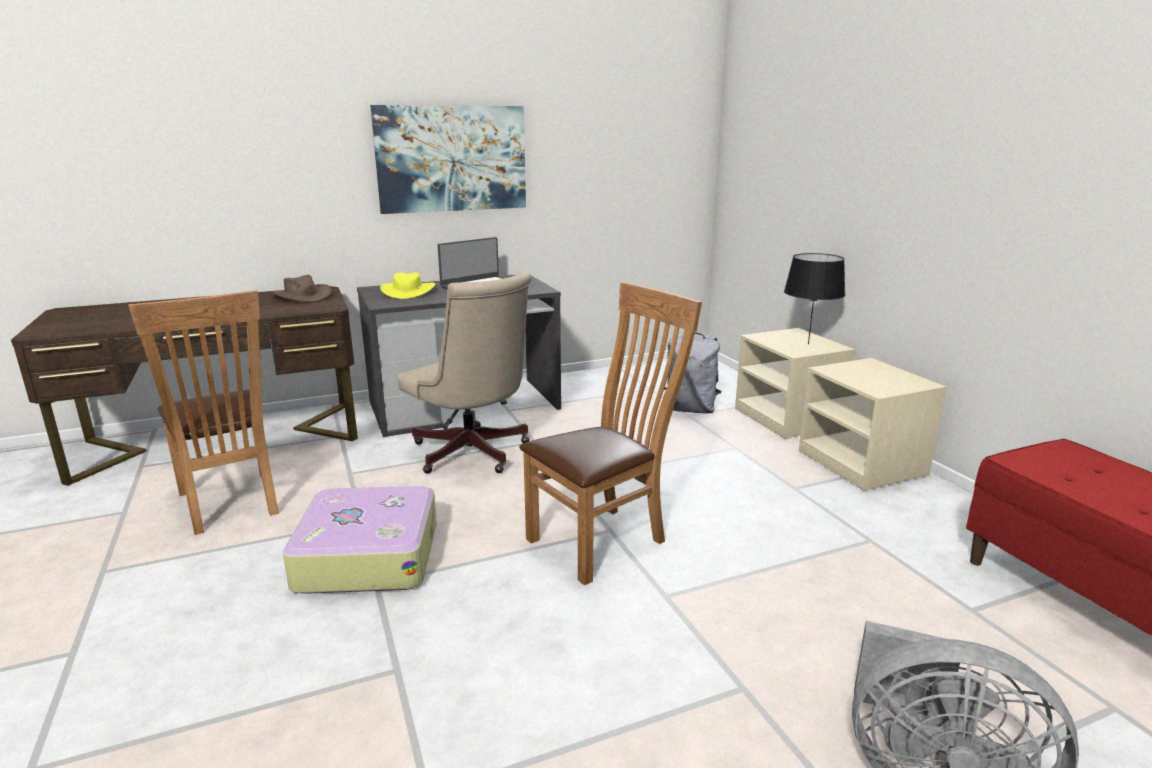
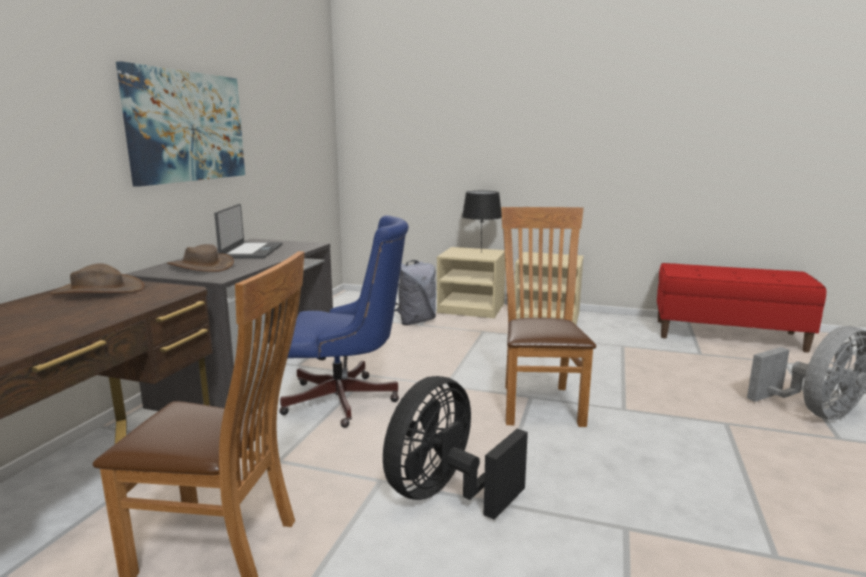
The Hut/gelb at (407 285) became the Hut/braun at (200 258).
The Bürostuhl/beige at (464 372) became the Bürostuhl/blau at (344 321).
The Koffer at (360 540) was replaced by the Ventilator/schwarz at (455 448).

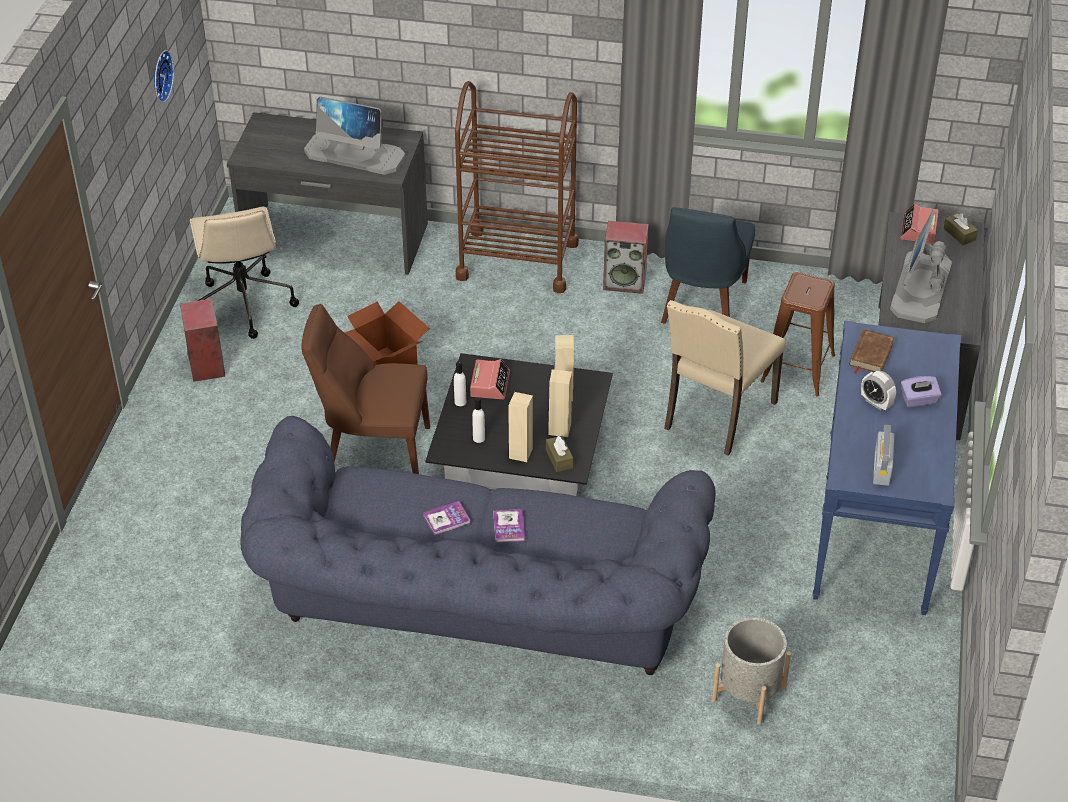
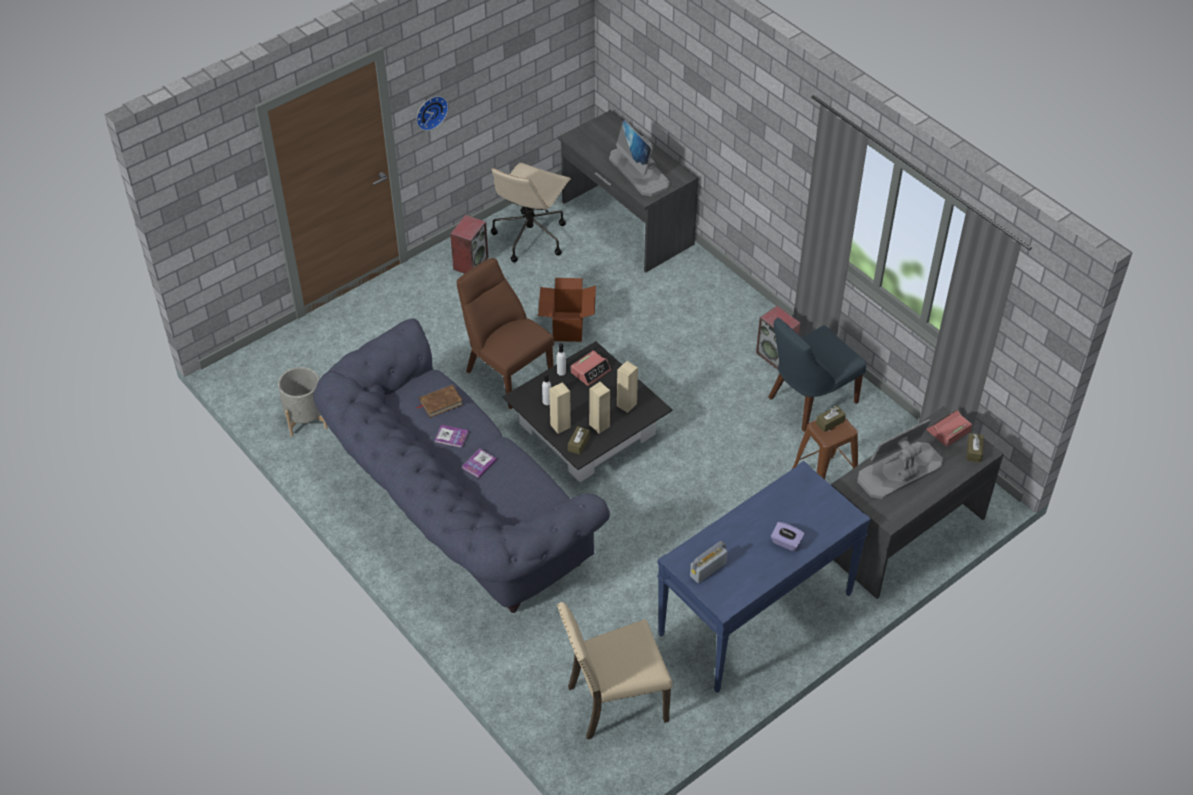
The Pflanzkübel/grau moved from (751 671) to (303 402).
The Wanduhr moved from (164 76) to (432 113).
The Buch/braun moved from (871 351) to (439 401).
The Stuhl/beige moved from (724 378) to (615 671).
The Taschentuchbox/braun at (831 419) appeared.
The Rollwagen/braun at (517 187) disappeared.
The Wecker at (878 390) disappeared.

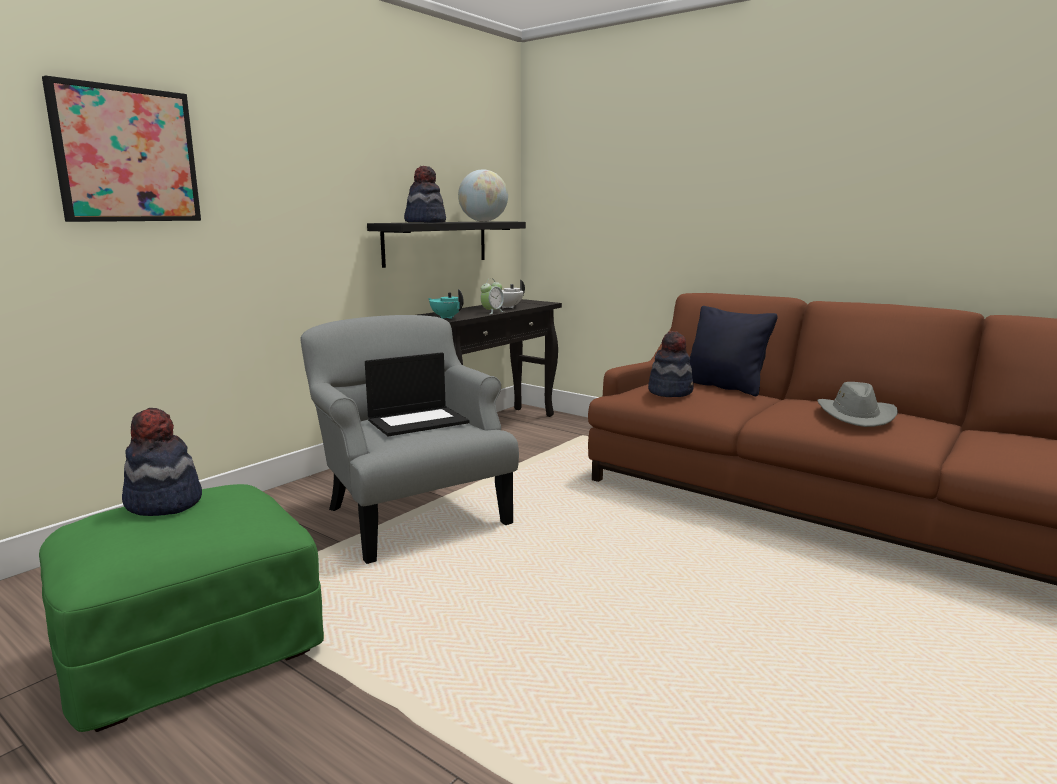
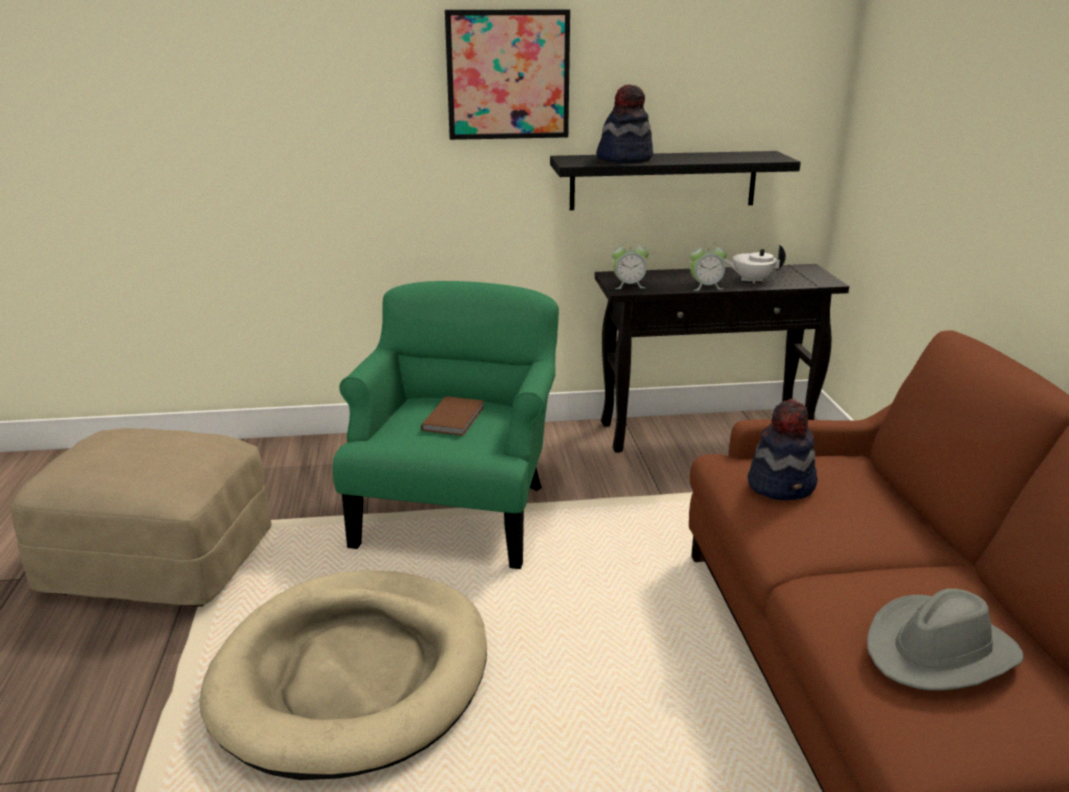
The Polsterhocker/grün at (181 608) became the Polsterhocker/beige at (141 517).
The Hundebett/beige at (343 675) appeared.
The Sessel/grau at (410 439) became the Sessel/grün at (445 425).
The Laptop at (417 394) was replaced by the Buch/braun at (452 416).
The Bild moved from (121 148) to (507 74).
The Teekanne/türkis at (446 304) was replaced by the Wecker at (630 264).
The Hut at (162 462) disappeared.
The Globus at (483 196) disappeared.
The Kissen/schwarz at (734 351) disappeared.

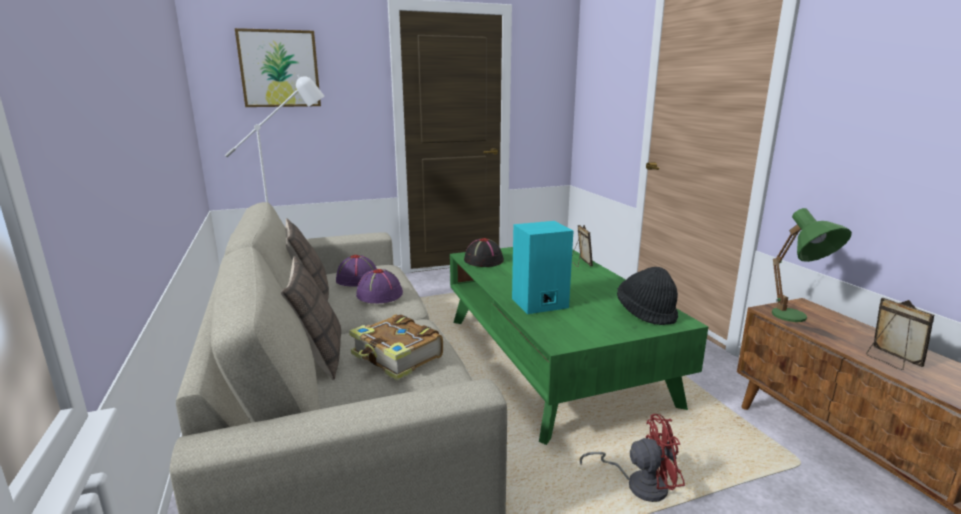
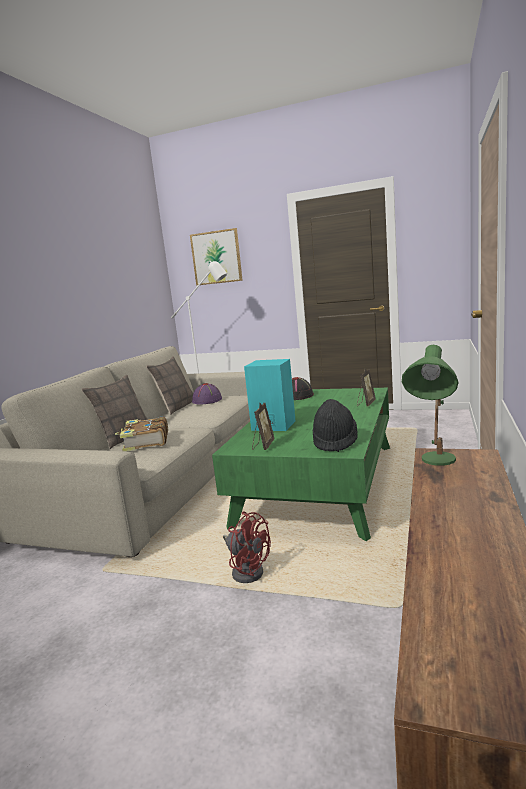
The Bilderrahmen moved from (900 334) to (263 426).
The Hut/lila at (379 286) disappeared.

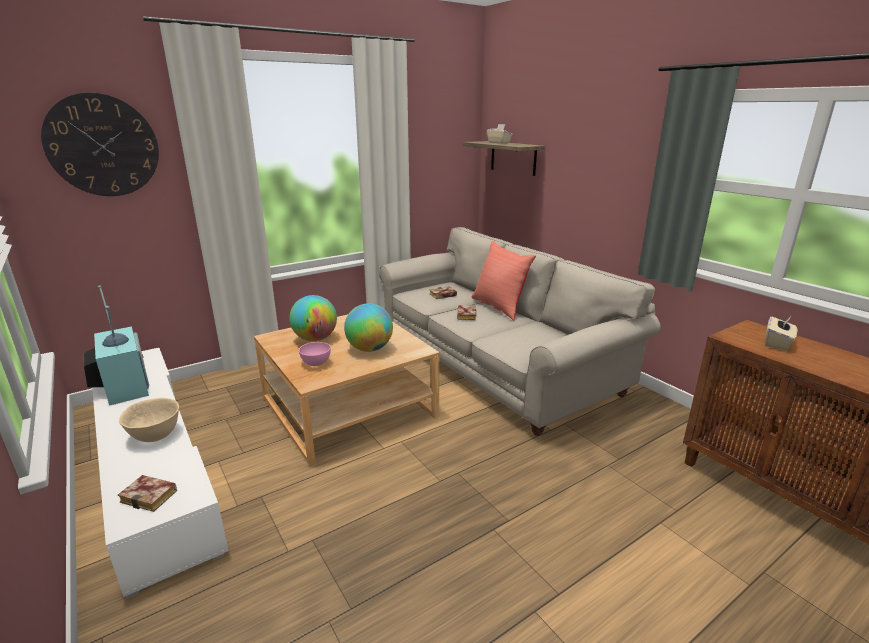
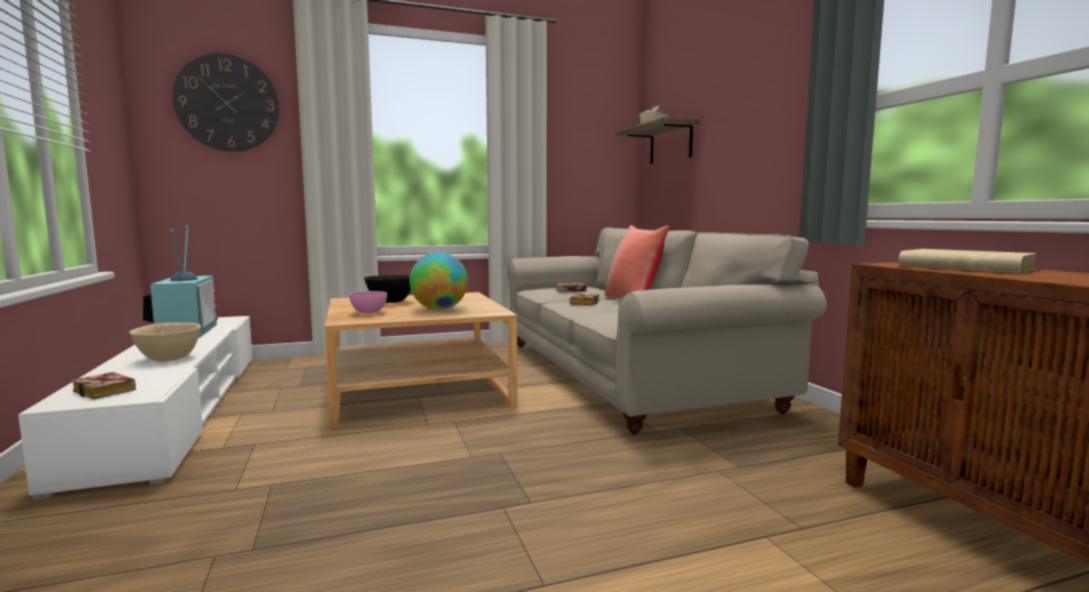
The Globus at (313 318) was replaced by the Schüssel/schwarz at (387 289).
The Taschentuchbox/beige at (781 333) was replaced by the Buch/beige at (968 261).

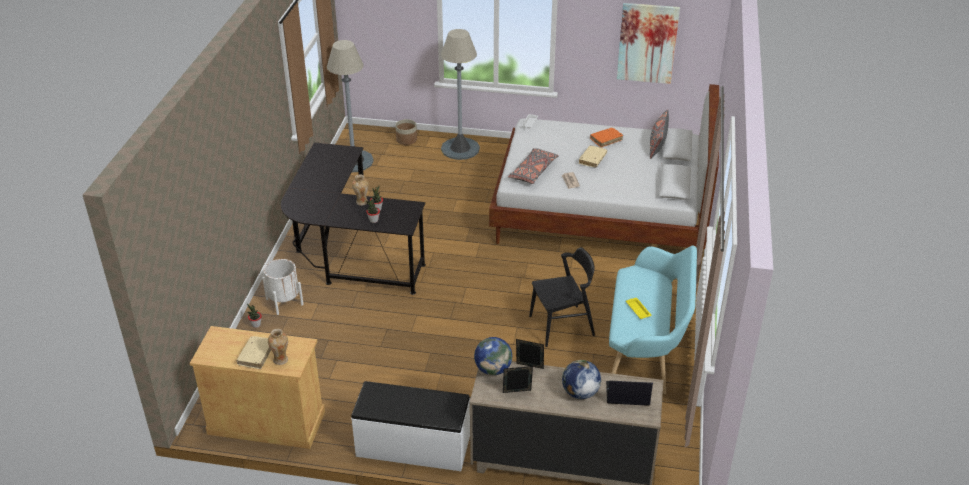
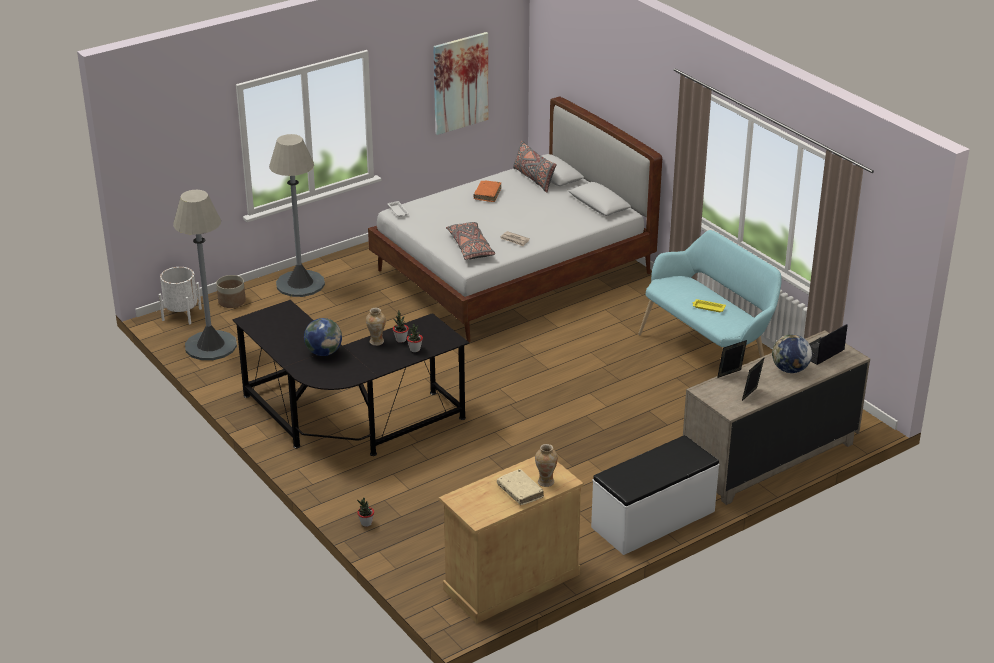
The Pflanzkübel/weiß moved from (283 287) to (180 295).
The Globus moved from (493 356) to (323 337).
The Stuhl/schwarz at (562 297) disappeared.
The Buch/beige at (593 156) disappeared.

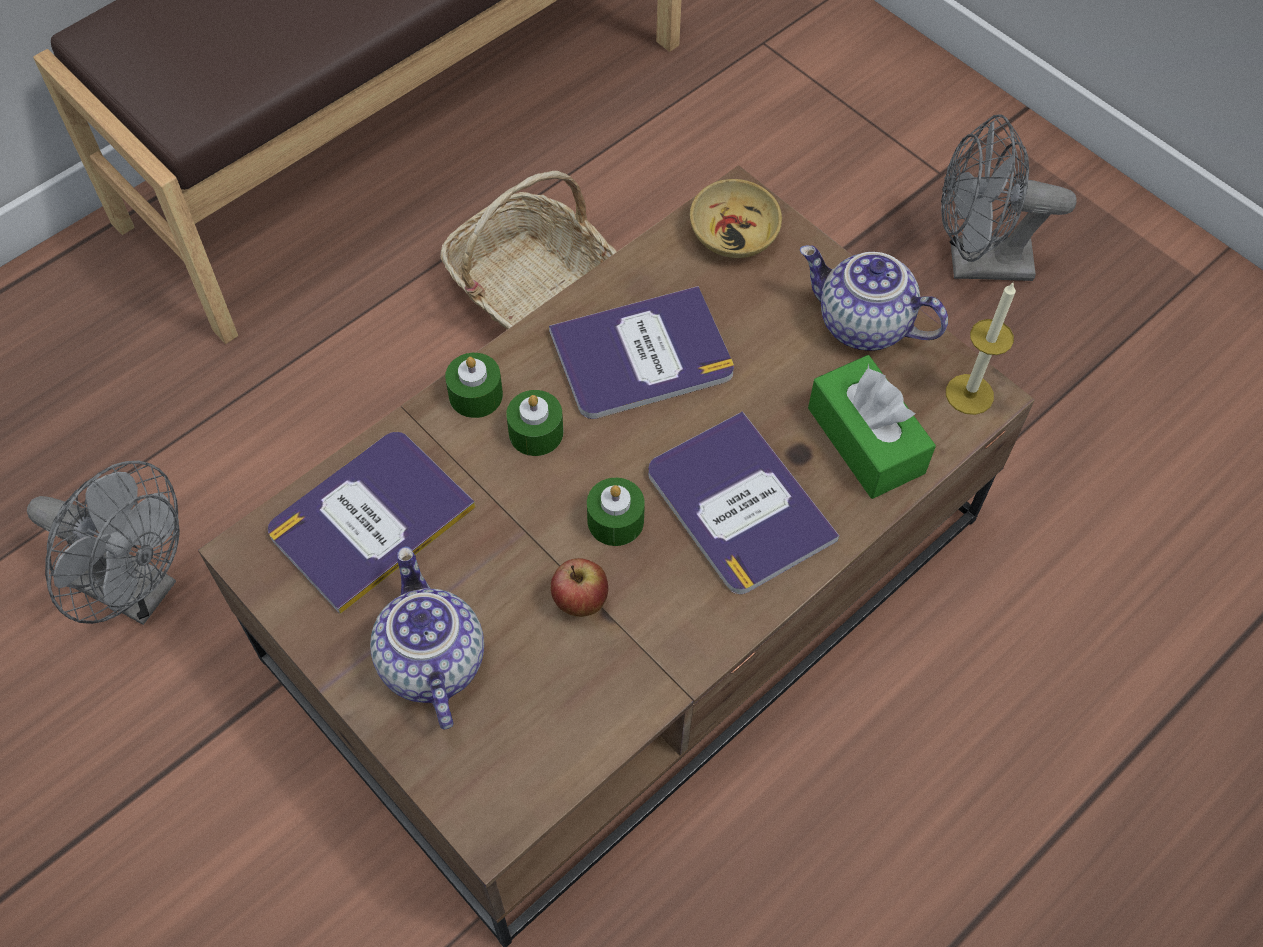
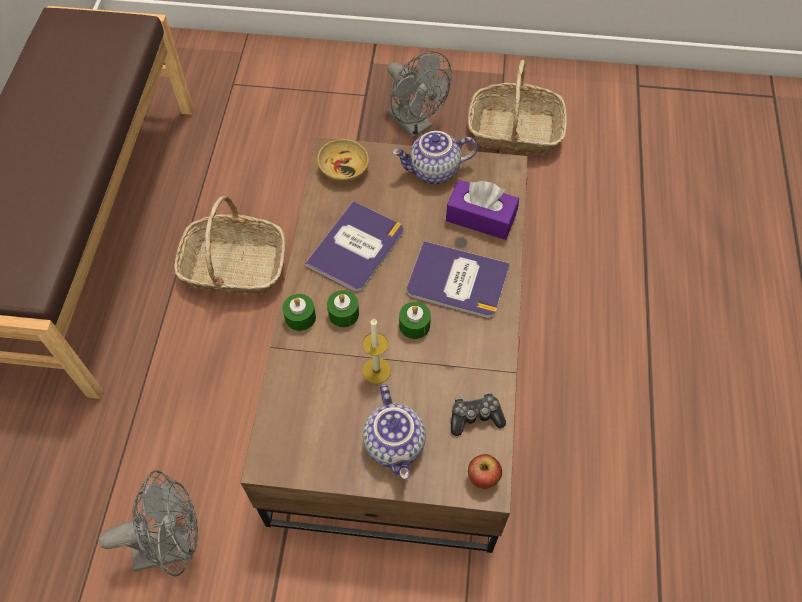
The Kerze moved from (981 348) to (376 351).
The Teekanne at (427 638) turned 135 degrees counterclockwise.
The Ventilator/grau at (1009 197) turned 90 degrees counterclockwise.
The Taschentuchbox/grün at (872 427) became the Taschentuchbox/lila at (482 210).
The Gamepad at (478 414) appeared.
The Korb at (517 107) appeared.
The Apfel moved from (579 587) to (485 471).
The Buch at (372 523) disappeared.

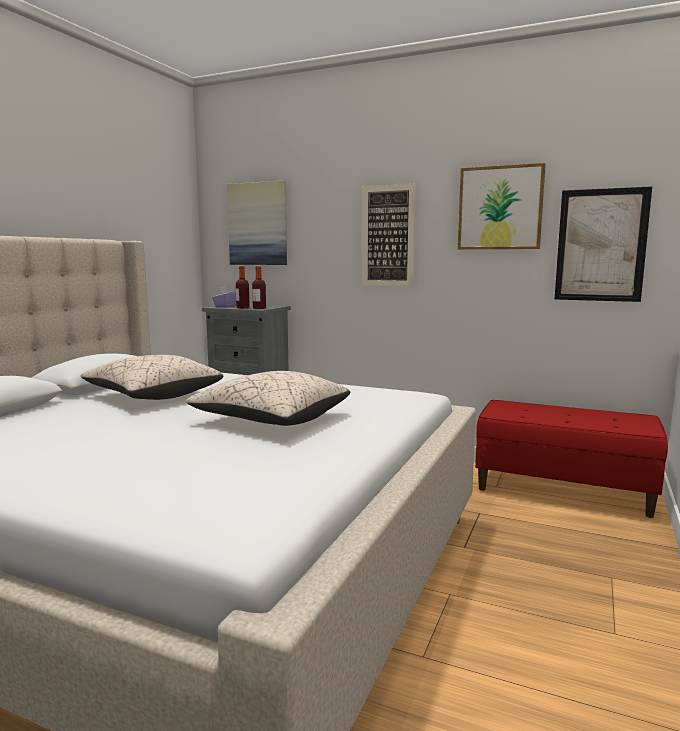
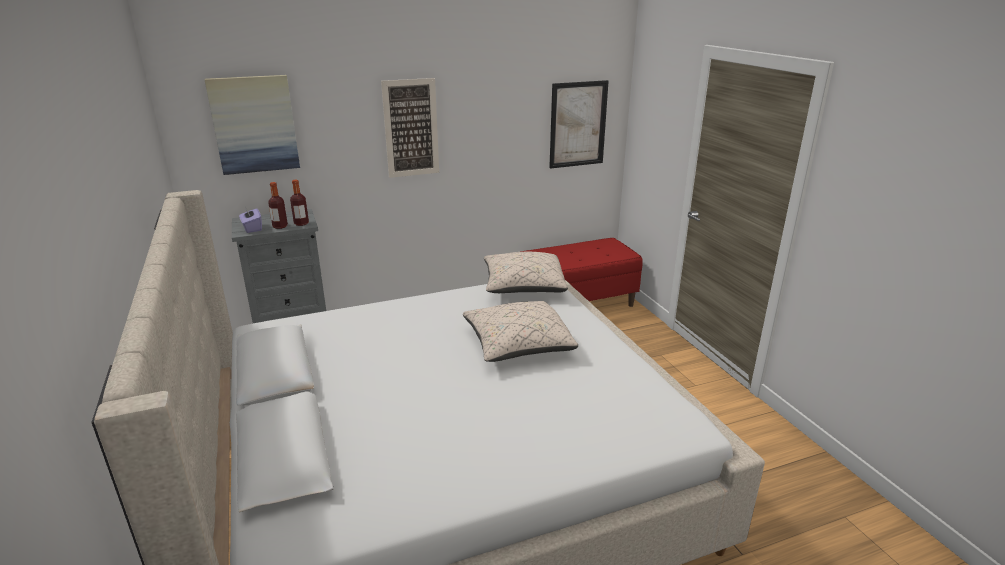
The Kissen/beige moved from (152 377) to (526 272).
The Bild at (502 206) disappeared.

